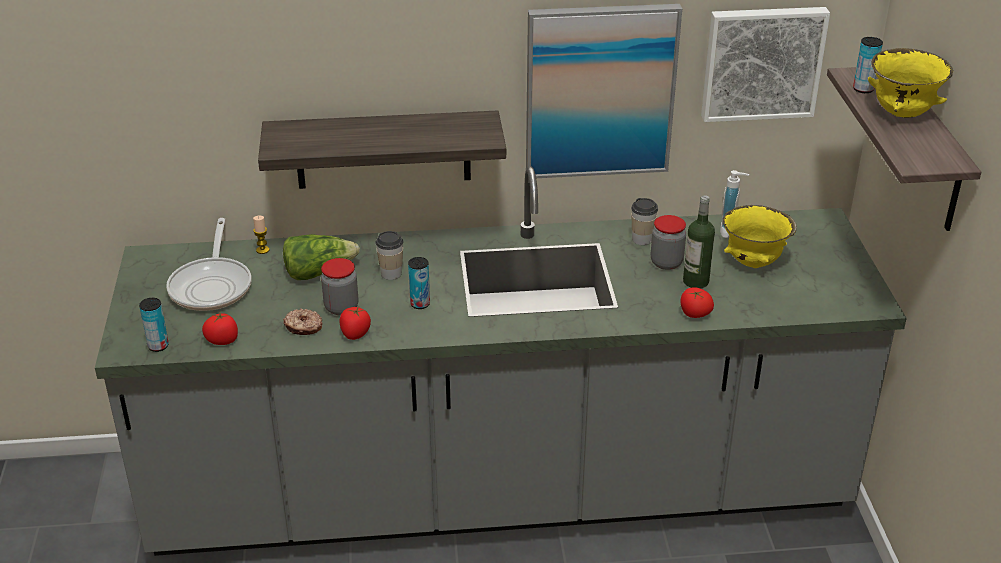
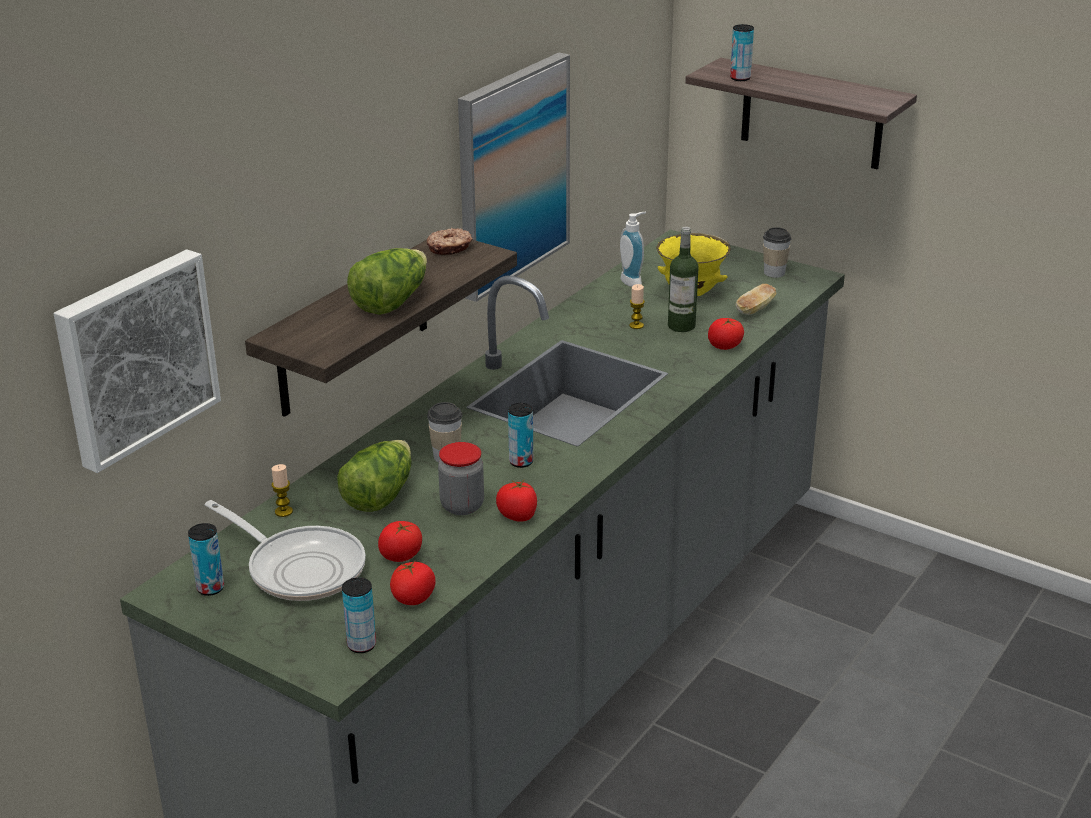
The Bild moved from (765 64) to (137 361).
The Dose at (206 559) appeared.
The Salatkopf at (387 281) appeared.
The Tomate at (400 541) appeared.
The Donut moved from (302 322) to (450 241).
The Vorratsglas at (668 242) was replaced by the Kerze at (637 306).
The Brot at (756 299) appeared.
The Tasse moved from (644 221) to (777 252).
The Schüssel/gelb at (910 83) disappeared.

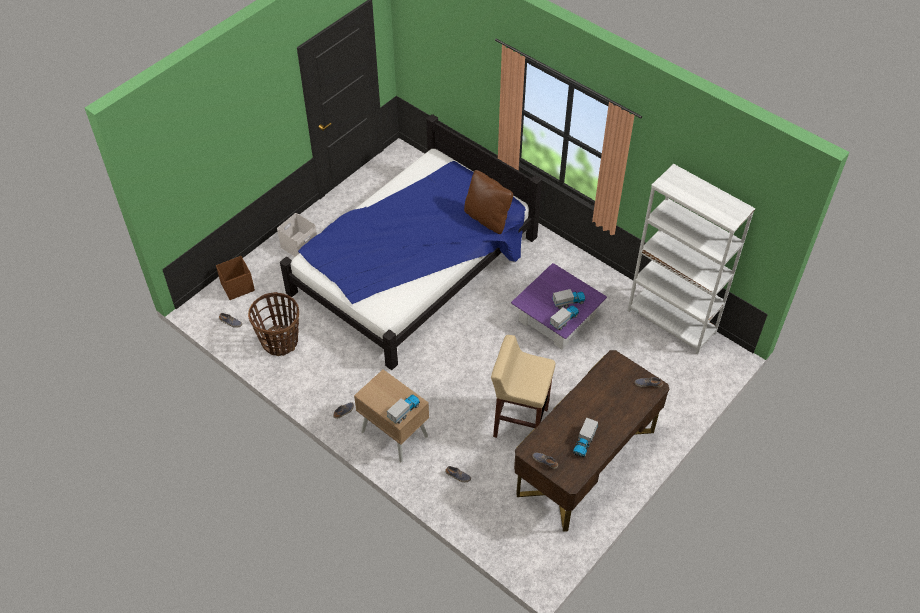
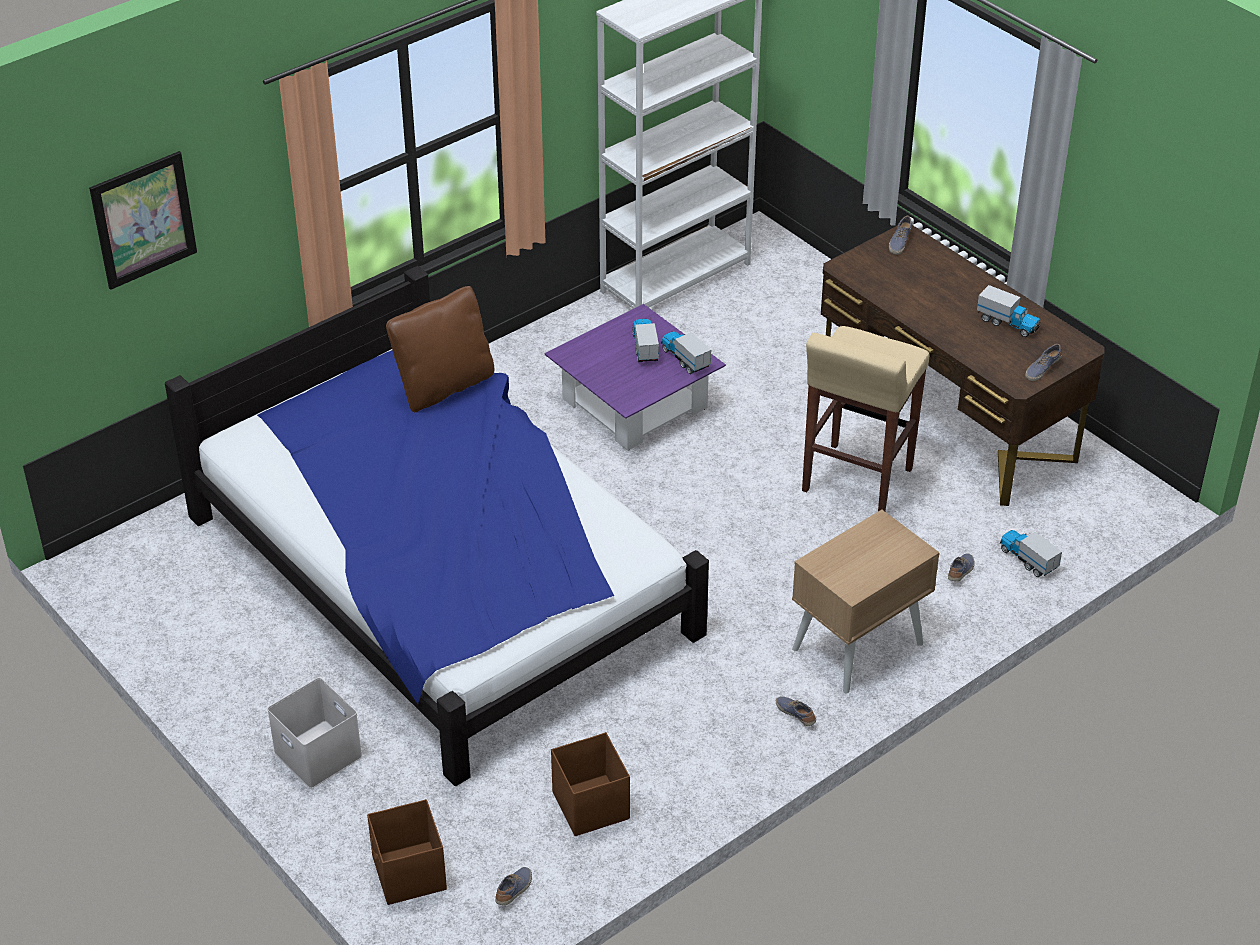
The Bild at (143 220) appeared.
The Korb at (273 324) was replaced by the Aufbewahrungsbox/braun at (590 784).
The Spielzeuglaster moved from (403 409) to (1031 553).

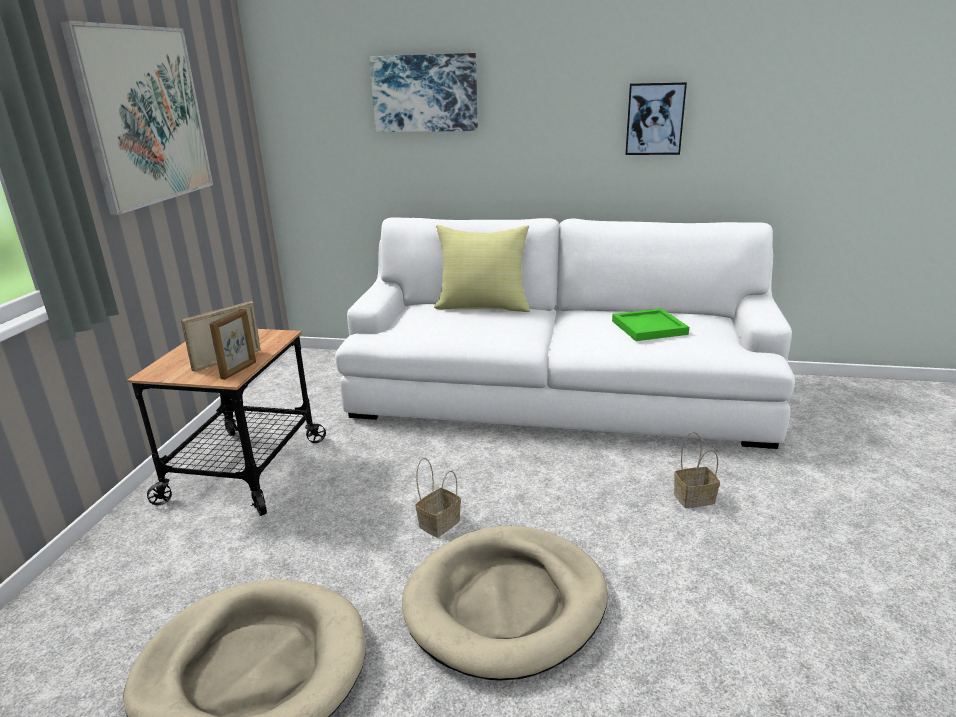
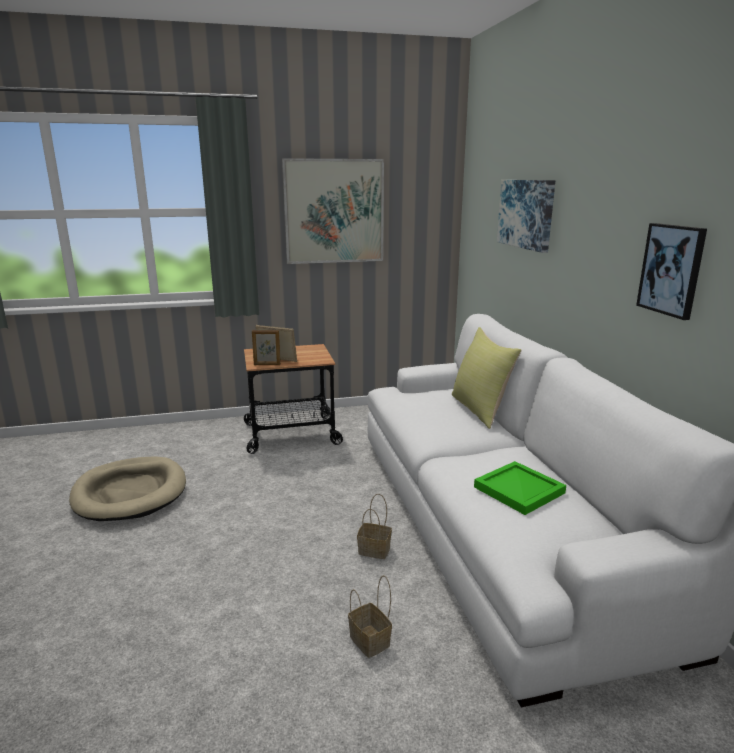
The Korb moved from (438 497) to (374 526).
The Hundebett/beige at (505 603) disappeared.

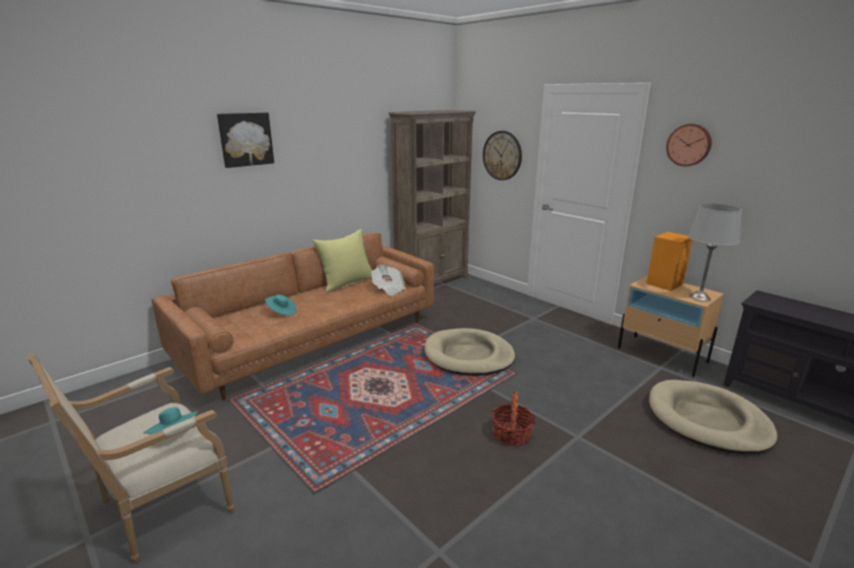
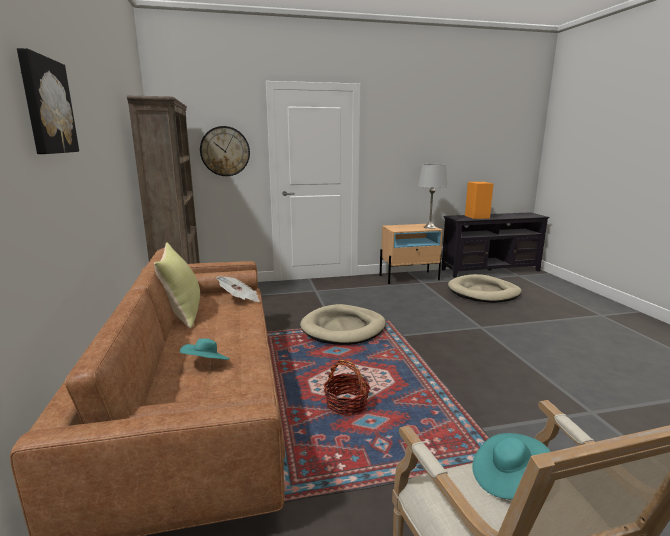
The Korb moved from (513 418) to (347 388).
The Lautsprecher/orange moved from (669 261) to (479 200).
The Wanduhr at (689 145) disappeared.

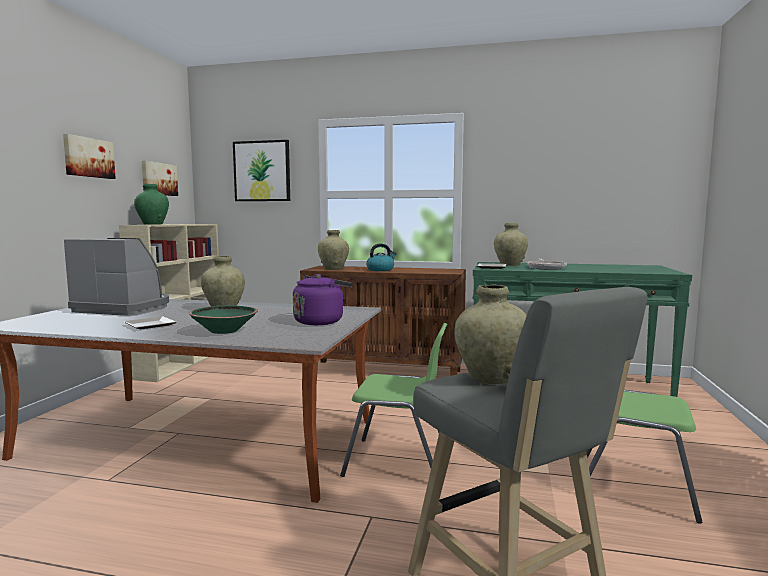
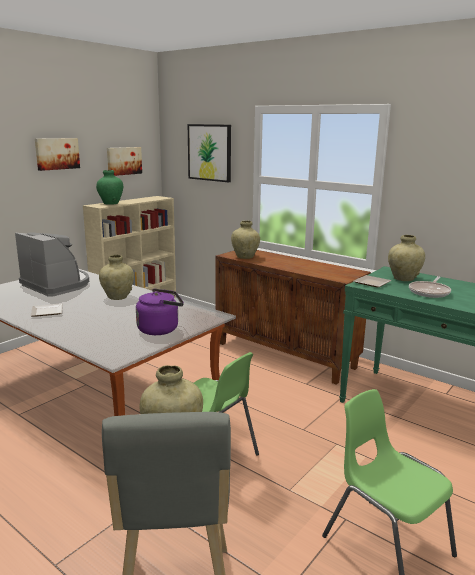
The Schüssel/grün at (223 319) disappeared.
The Wasserkessel at (381 257) disappeared.

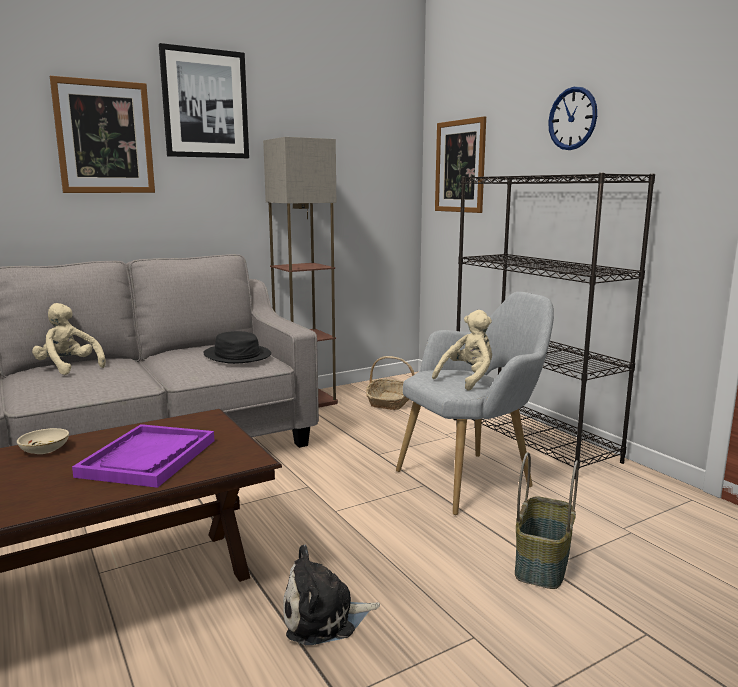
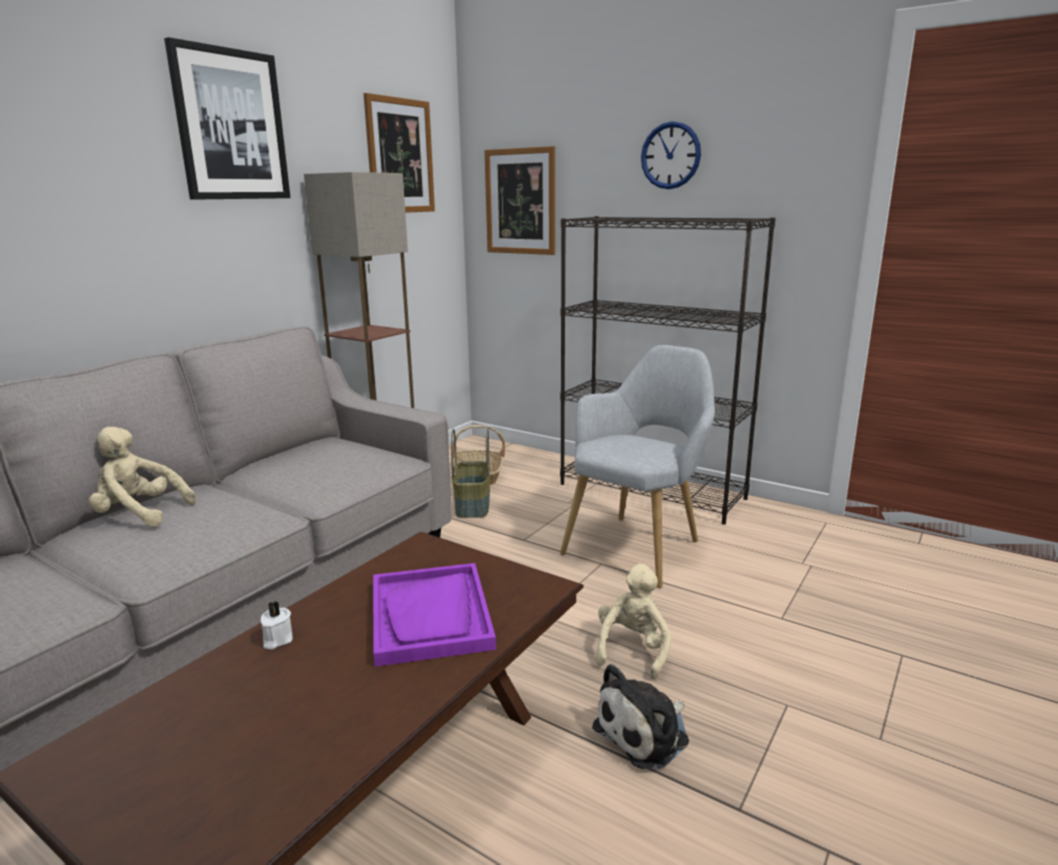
The Schüssel/beige at (43 441) was replaced by the Kerze/weiß at (277 626).
The Bild moved from (102 134) to (399 153).
The Korb moved from (547 520) to (471 473).
The Plüschtier/beige moved from (462 350) to (633 621).
The Hut/schwarz at (237 347) disappeared.

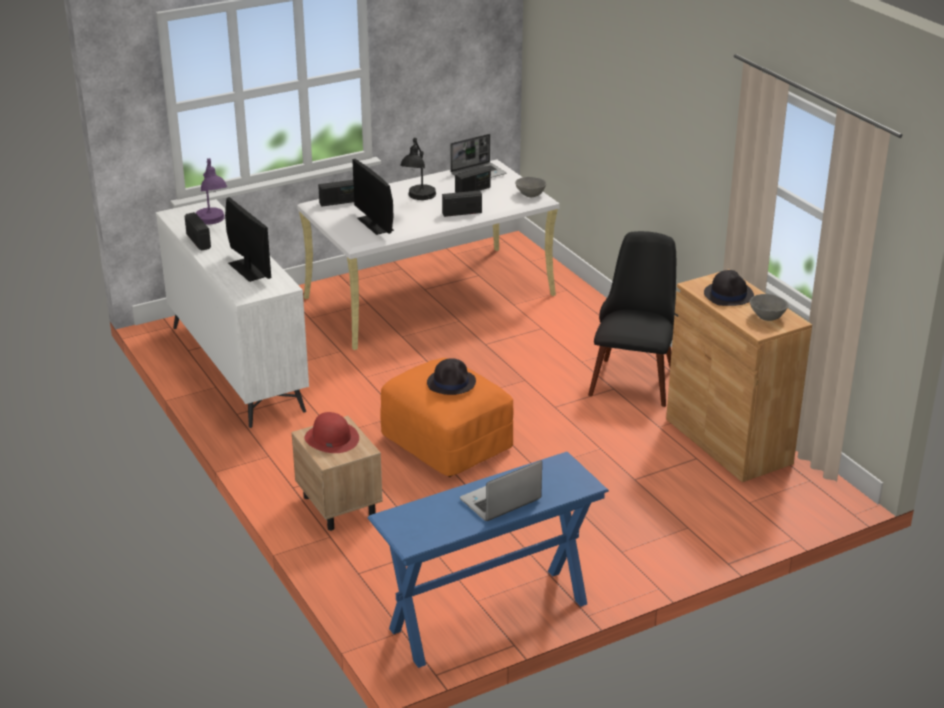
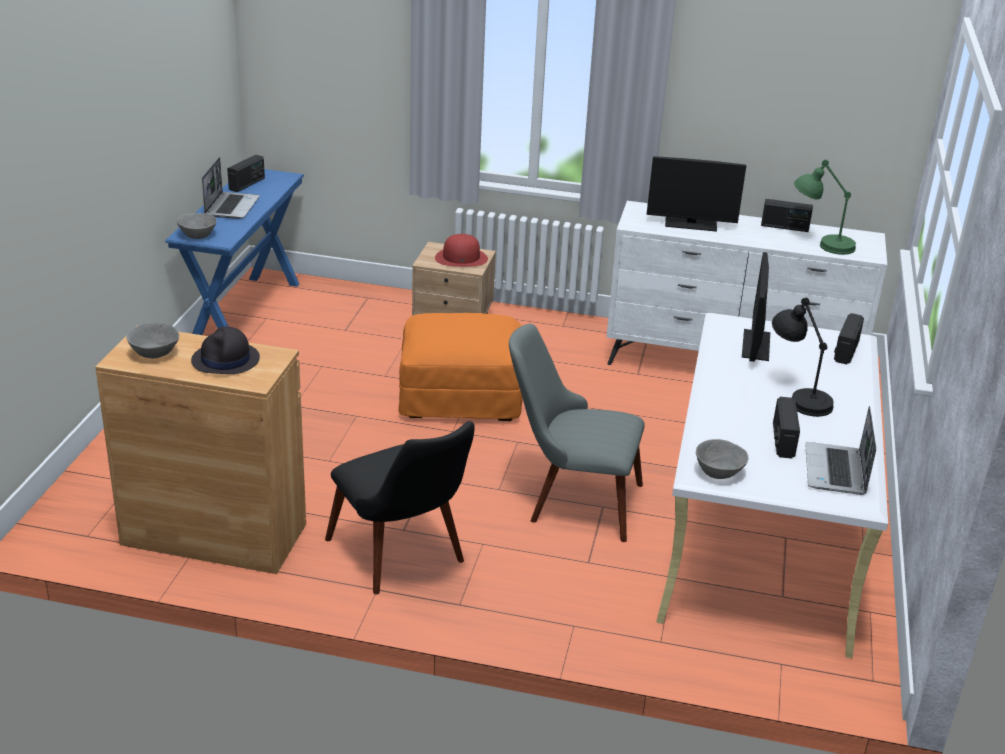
The Schüssel/grau at (197 226) appeared.
The Radio moved from (462 203) to (246 173).
The Stuhl/grau at (577 433) appeared.
The Monitor at (373 197) turned 90 degrees counterclockwise.
The Tischlampe/lila at (211 191) became the Tischlampe/grün at (825 207).
The Hut/schwarz at (451 376) disappeared.

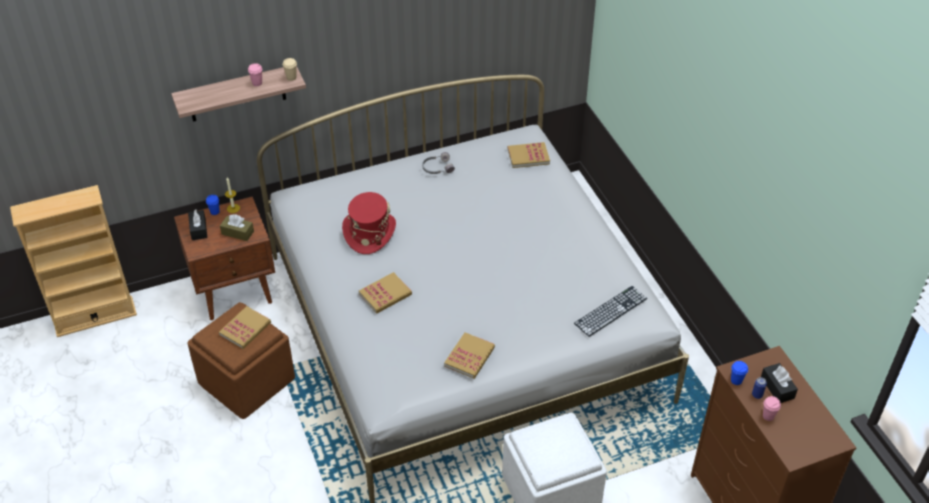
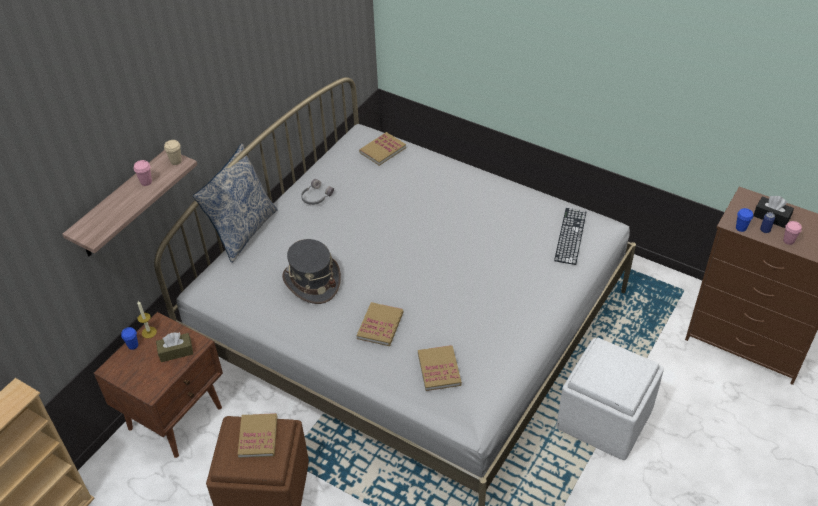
The Kissen at (235 203) appeared.
The Hut/rot at (369 223) became the Hut/grau at (311 271).
The Buch moved from (469 355) to (440 368).
The Taschentuchbox/schwarz at (197 224) disappeared.

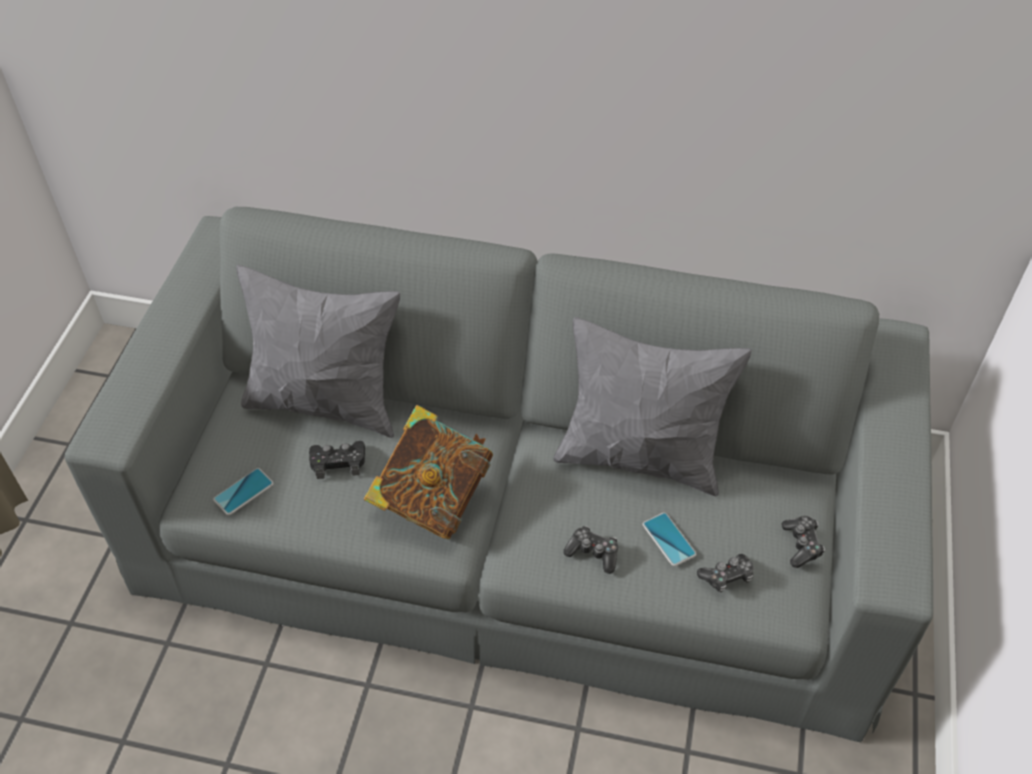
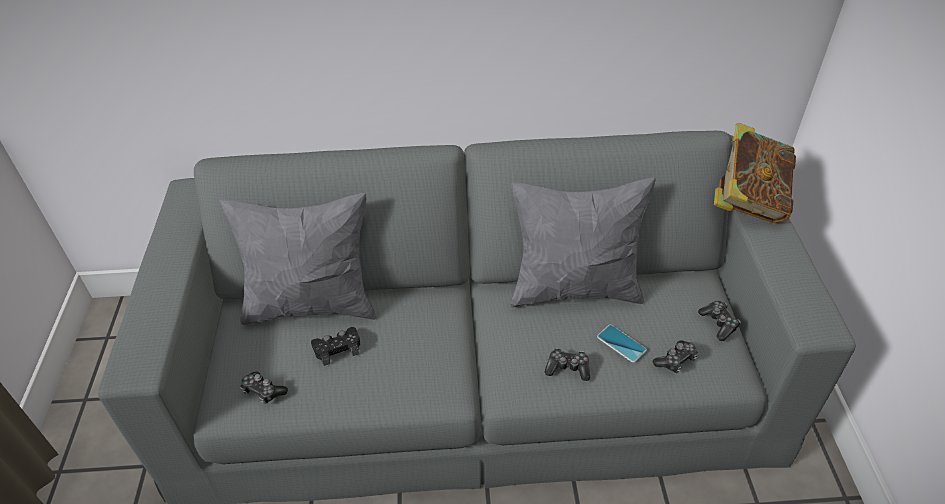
The Handy at (243 491) was replaced by the Gamepad at (264 387).
The Buch moved from (428 472) to (755 172).

